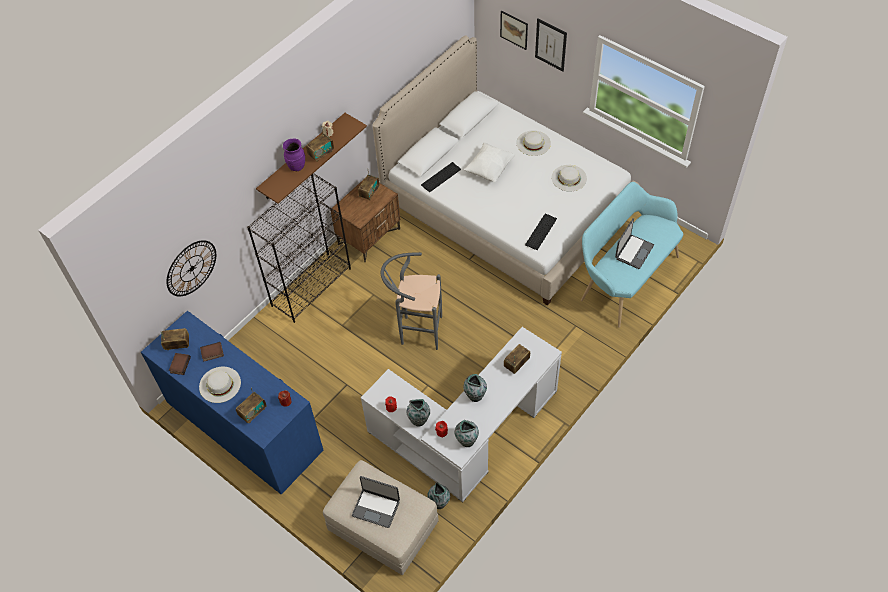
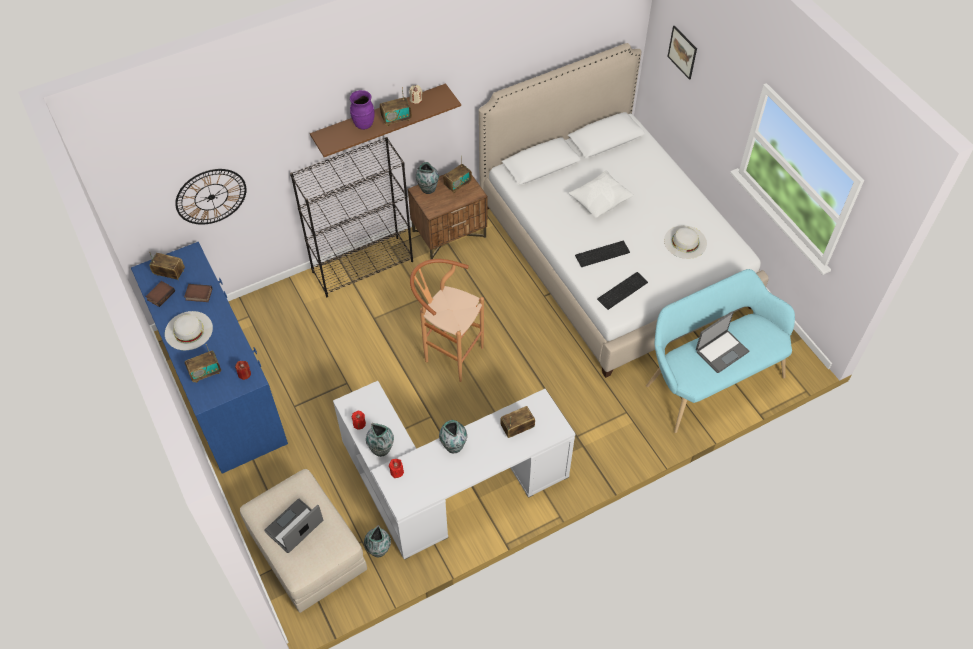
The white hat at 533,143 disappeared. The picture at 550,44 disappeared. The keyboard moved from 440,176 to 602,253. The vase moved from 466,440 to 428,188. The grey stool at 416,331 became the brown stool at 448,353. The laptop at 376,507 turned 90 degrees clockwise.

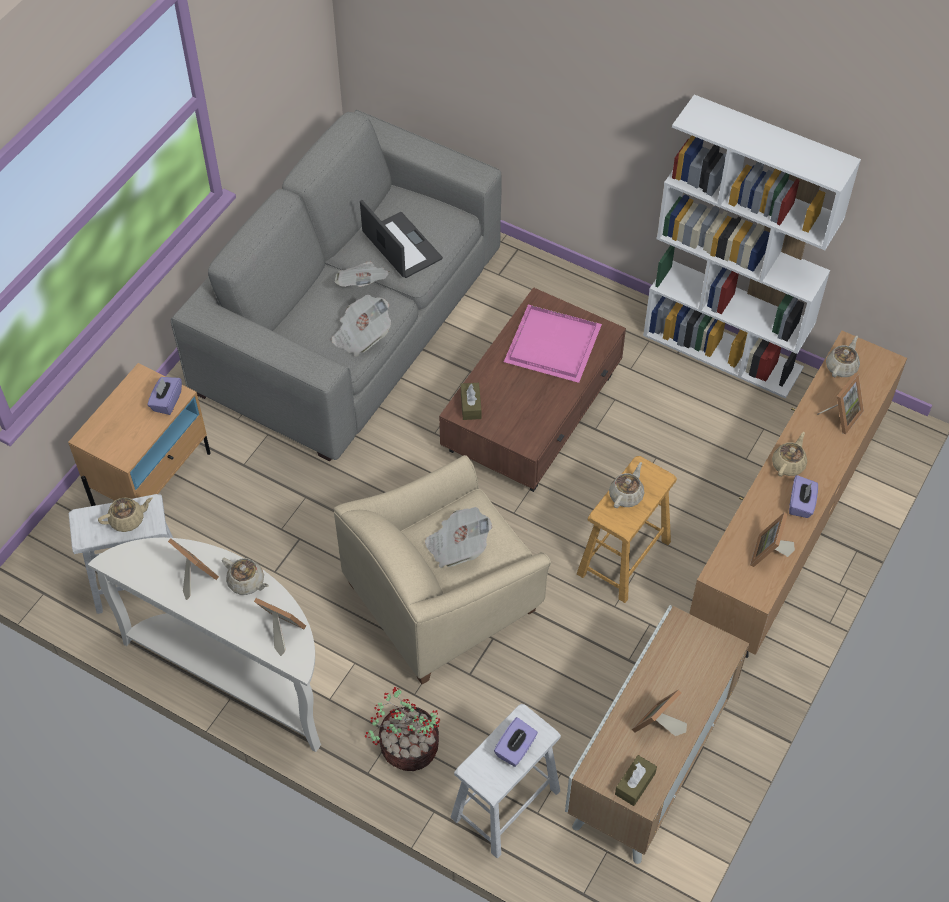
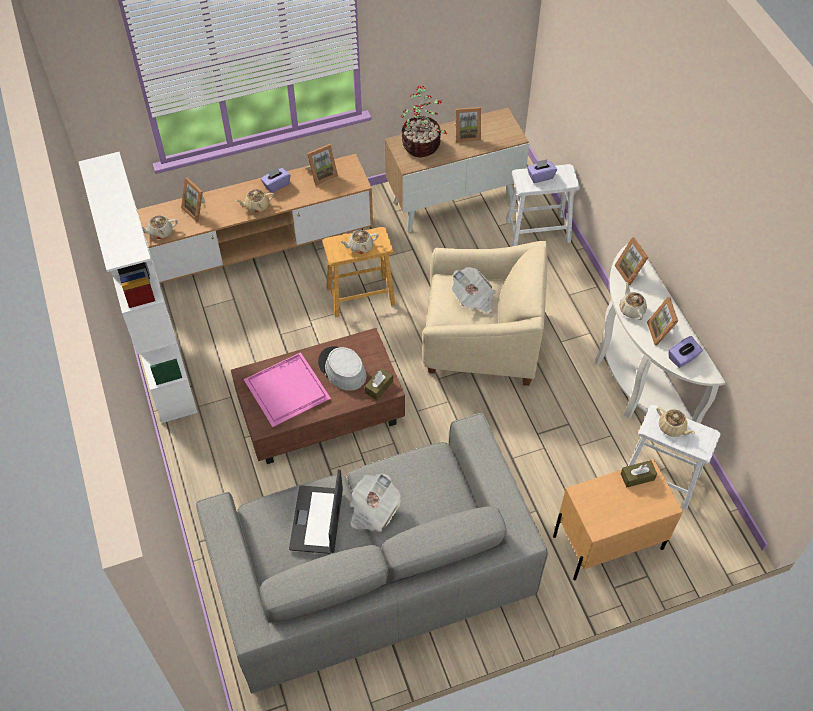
The newspaper at 361,335 disappeared. The grey hat at 342,369 appeared. The purple tissue box moved from 166,402 to 683,358. The potted plant moved from 407,746 to 422,145. The brown tissue box moved from 635,784 to 637,477. The beige teapot at 128,520 turned 150 degrees counterclockwise. The picture frame at 841,416 turned 120 degrees counterclockwise.

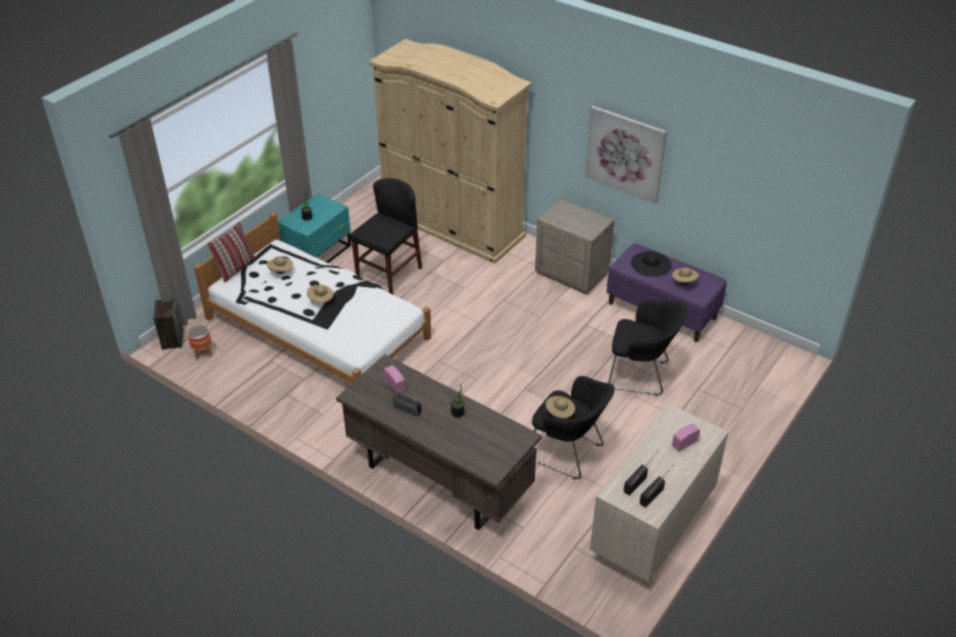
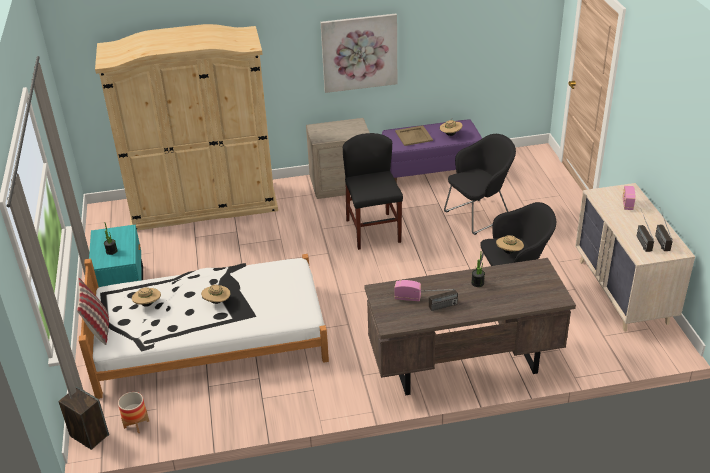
The black chair moved from 389,274 to 373,231. The black hat at 651,264 was replaced by the beige tray at 414,136.

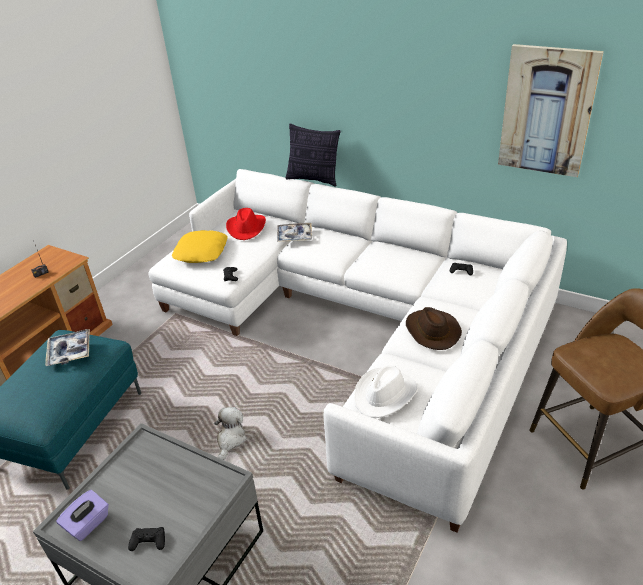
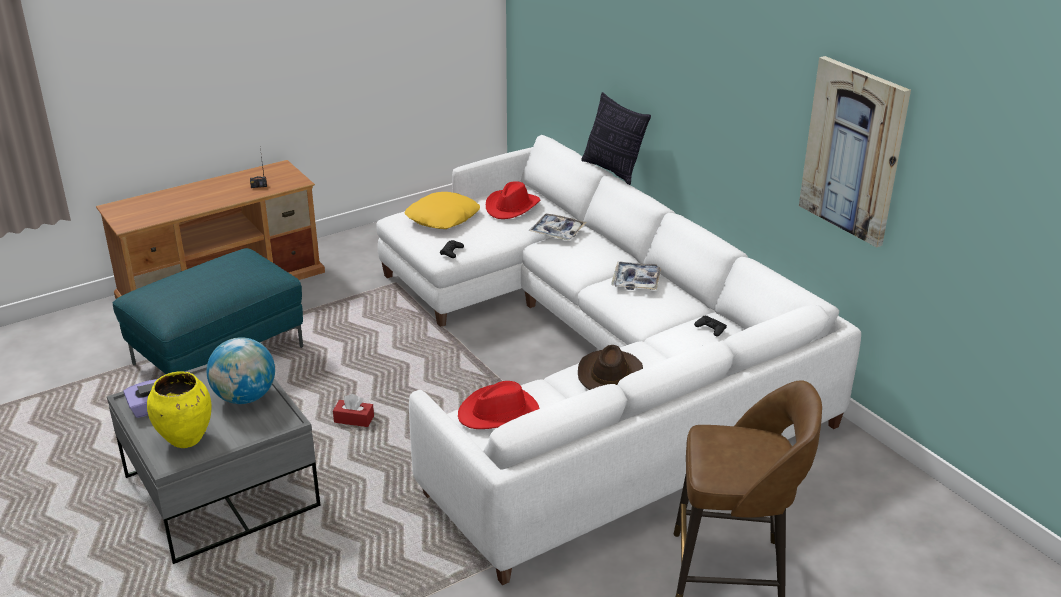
The globe at 245,397 appeared. The tray moved from 70,351 to 636,281. The black game controller at 148,541 was replaced by the yellow vase at 186,439. The plush toy at 230,440 was replaced by the red tissue box at 354,419. The white hat at 385,394 became the red hat at 499,413.

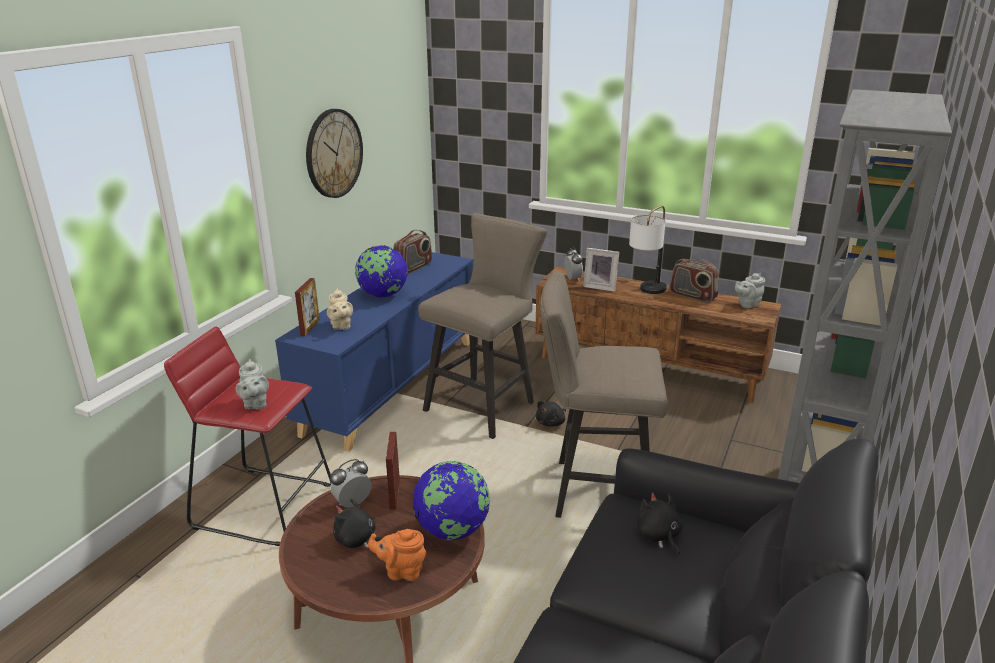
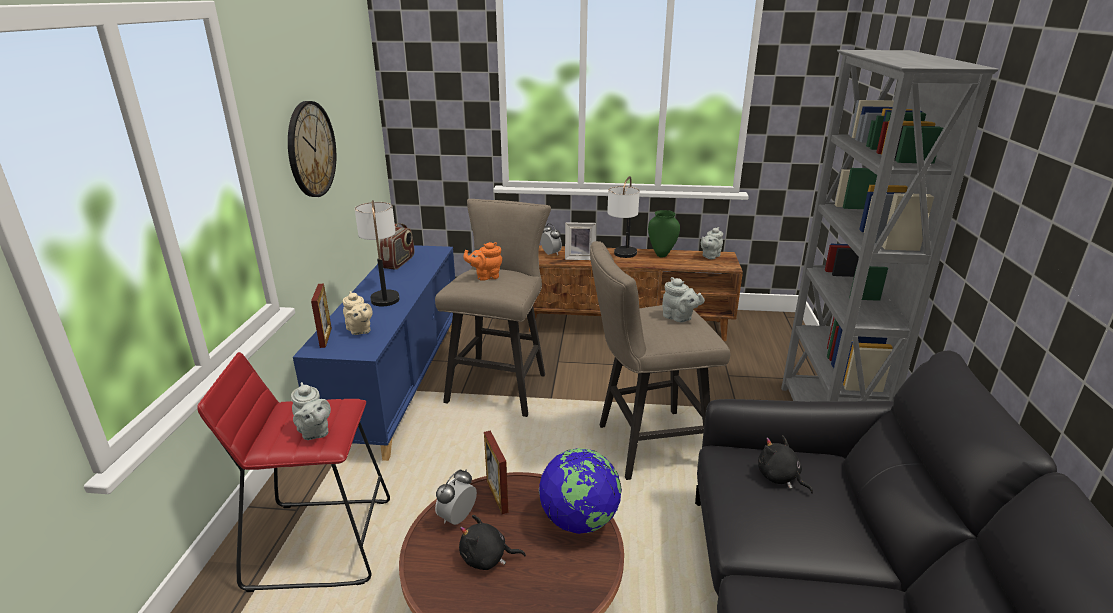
The black plush toy at 551,423 disappeared. The grey teapot at 679,318 appeared. The orange teapot moved from 402,571 to 486,276. The globe at 383,295 was replaced by the table lamp at 384,293. The radio at 692,296 was replaced by the green vase at 662,255.

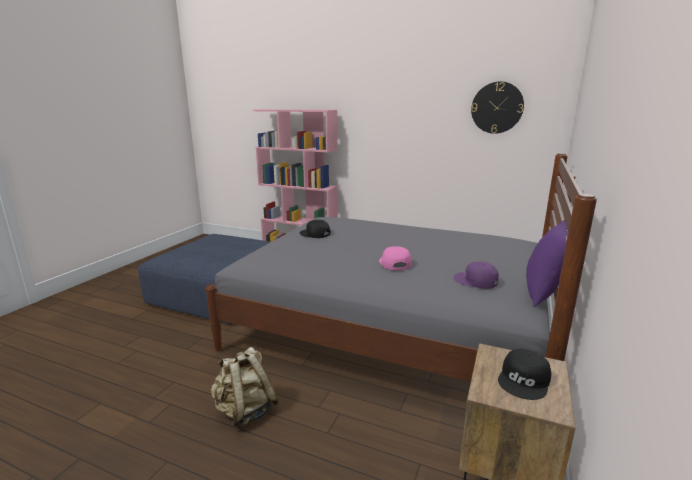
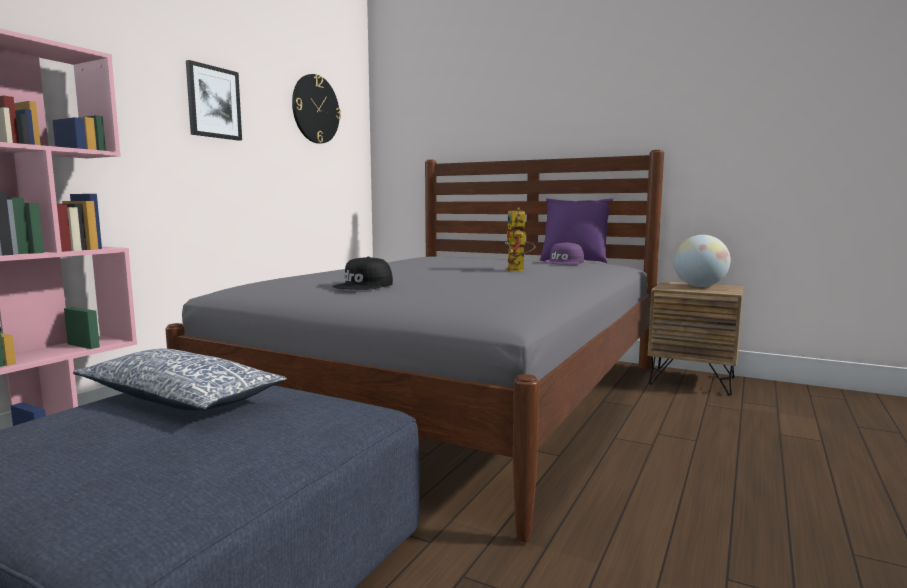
The beige backpack at 245,411 disappeared. The pillow at 180,398 appeared. The picture at 213,102 appeared. The pink cap at 394,263 was replaced by the toy robot at 518,270. The black cap at 524,380 was replaced by the globe at 699,286.

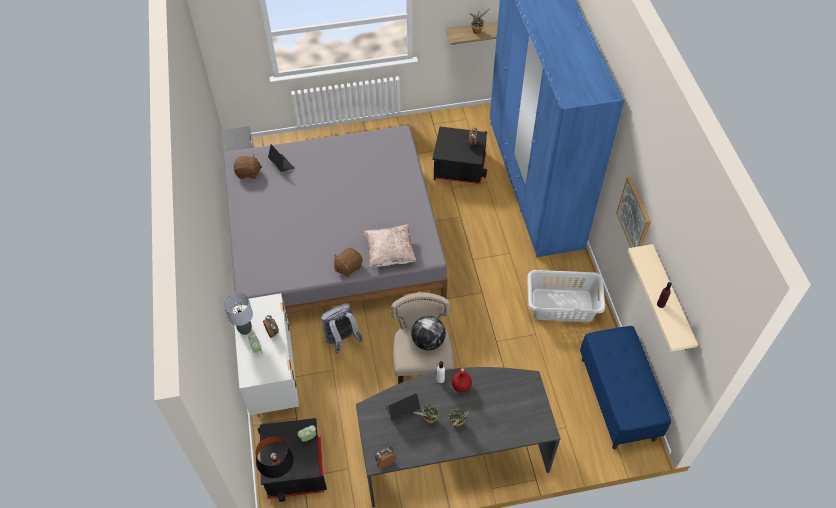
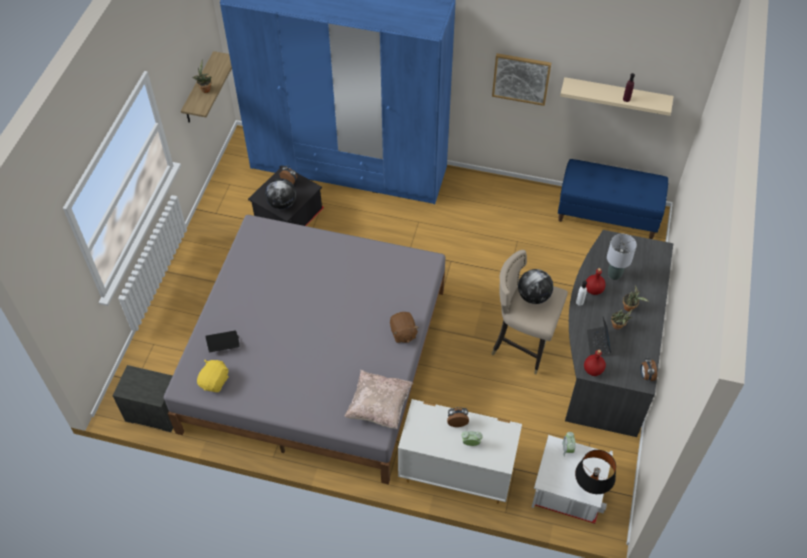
The grey backpack at 342,340 disappeared. The grey laundry basket at 562,306 disappeared. The globe at 282,204 appeared. The red bottle at 593,370 appeared. The grey table lamp moved from 245,330 to 614,275. The beige pillow moved from 390,253 to 379,407. The brown plush toy at 248,173 became the yellow plush toy at 215,381. The black storage box at 295,466 became the white storage box at 568,488.

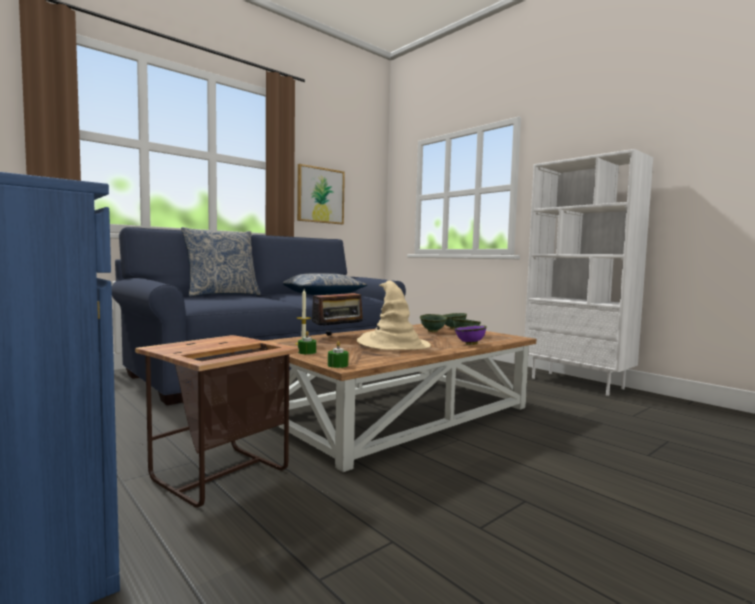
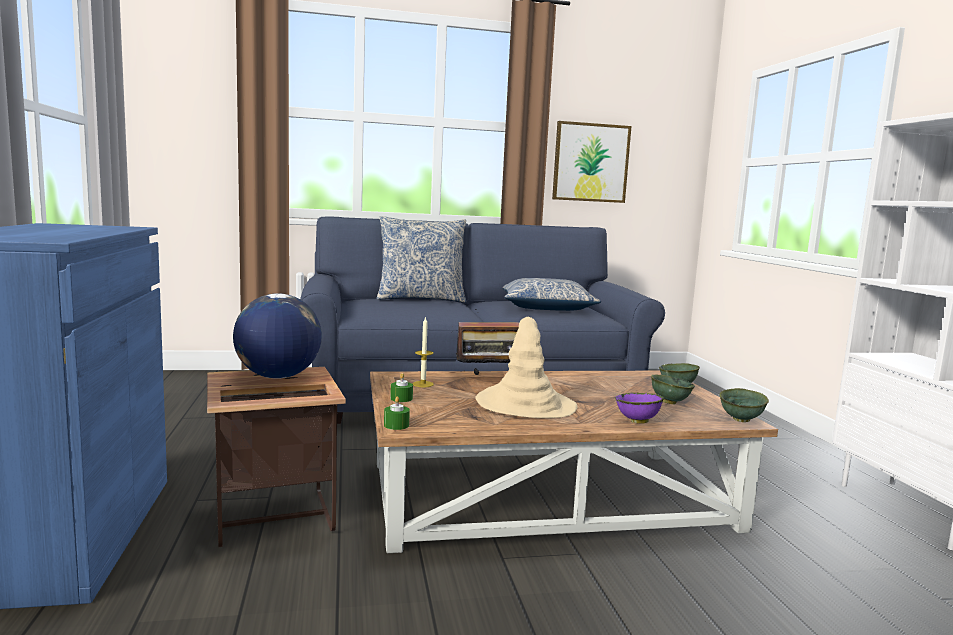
The globe at 277,377 appeared. The green bowl moved from 433,331 to 742,420.

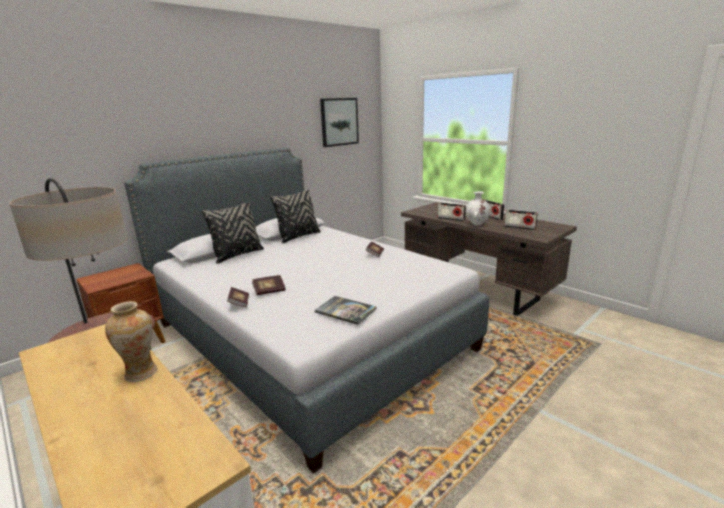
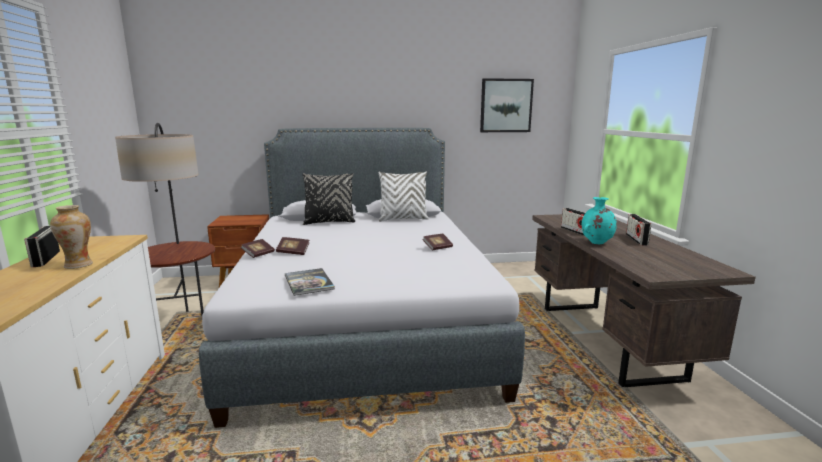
The radio moved from 519,228 to 46,259. The black pillow at 298,237 became the white pillow at 403,219. The white vase at 477,224 became the turquoise vase at 596,243.

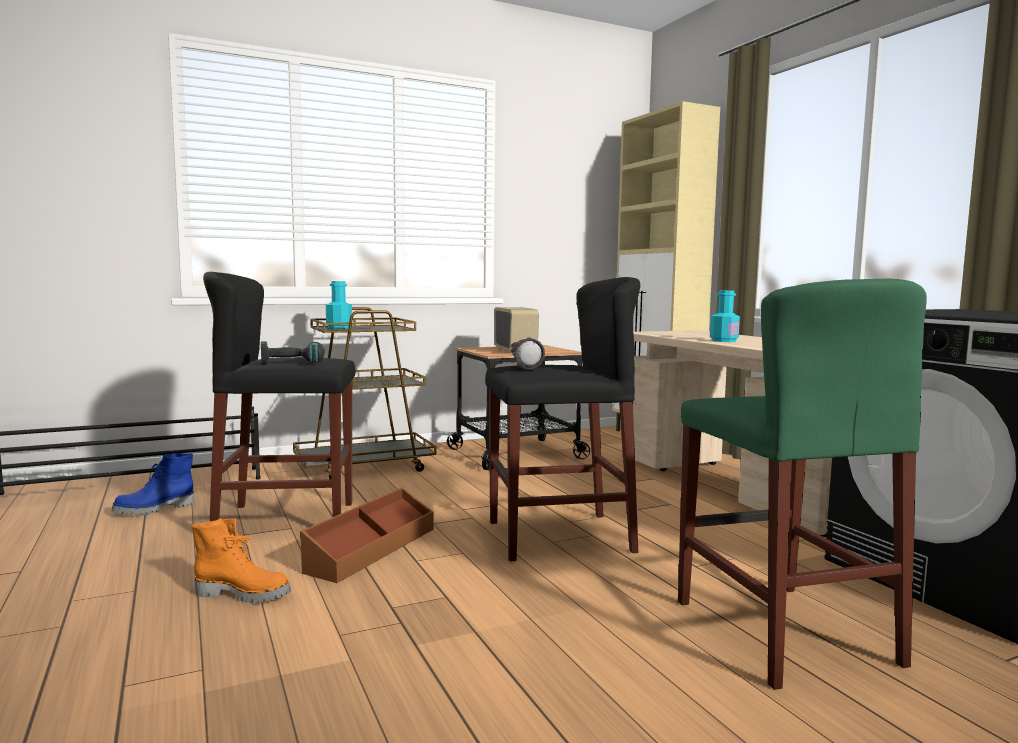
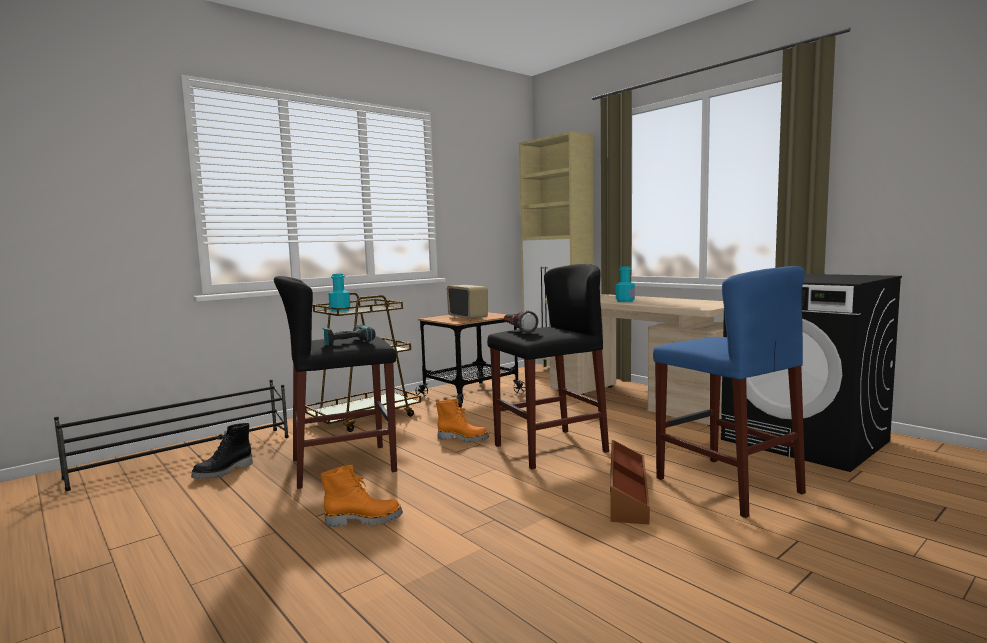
The orange boot at 463,439 appeared. The brown storage box moved from 371,549 to 626,493. The blue boot at 155,509 became the black boot at 224,472. The green stool at 782,631 became the blue stool at 727,485.

